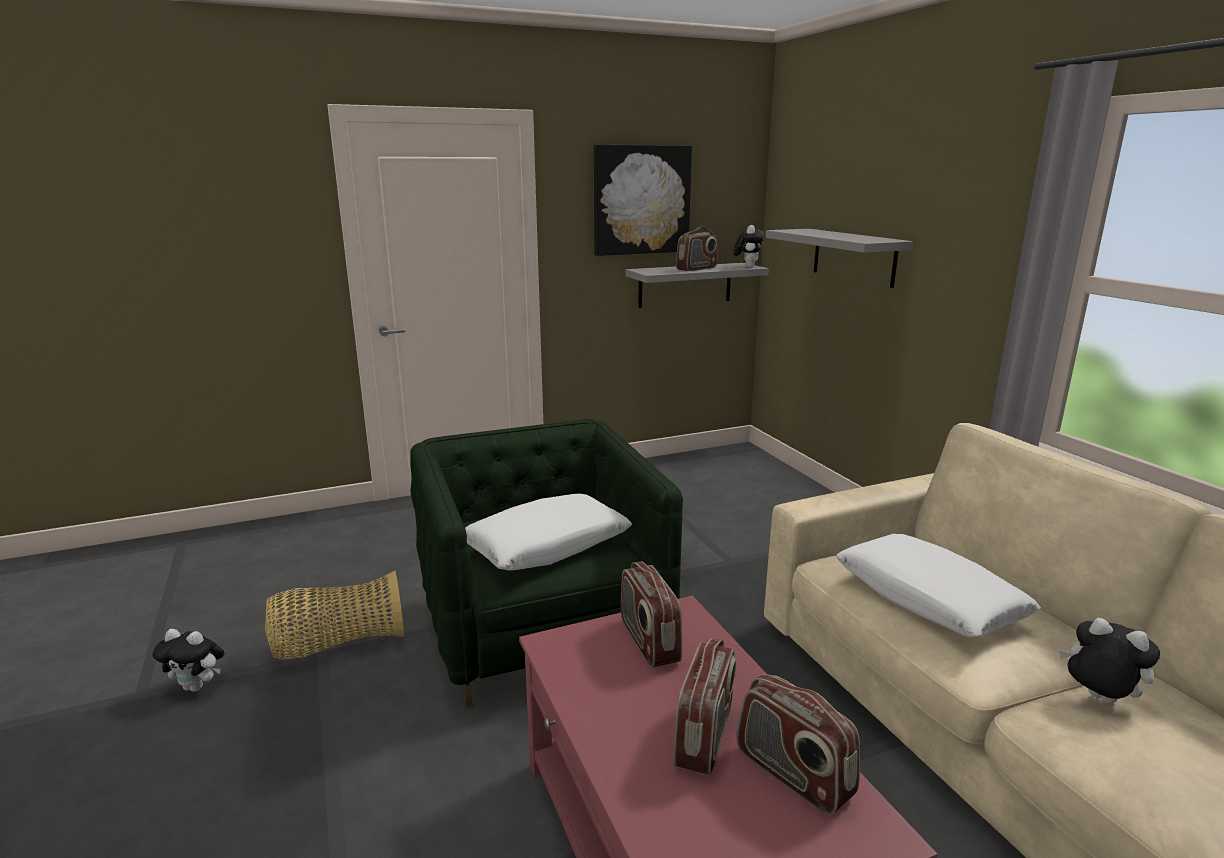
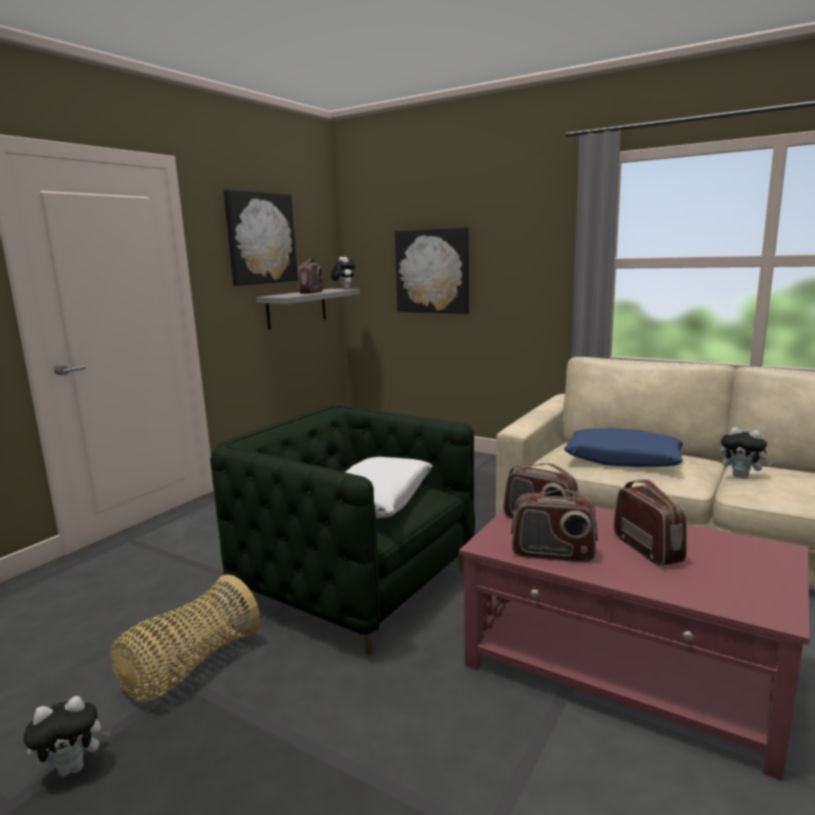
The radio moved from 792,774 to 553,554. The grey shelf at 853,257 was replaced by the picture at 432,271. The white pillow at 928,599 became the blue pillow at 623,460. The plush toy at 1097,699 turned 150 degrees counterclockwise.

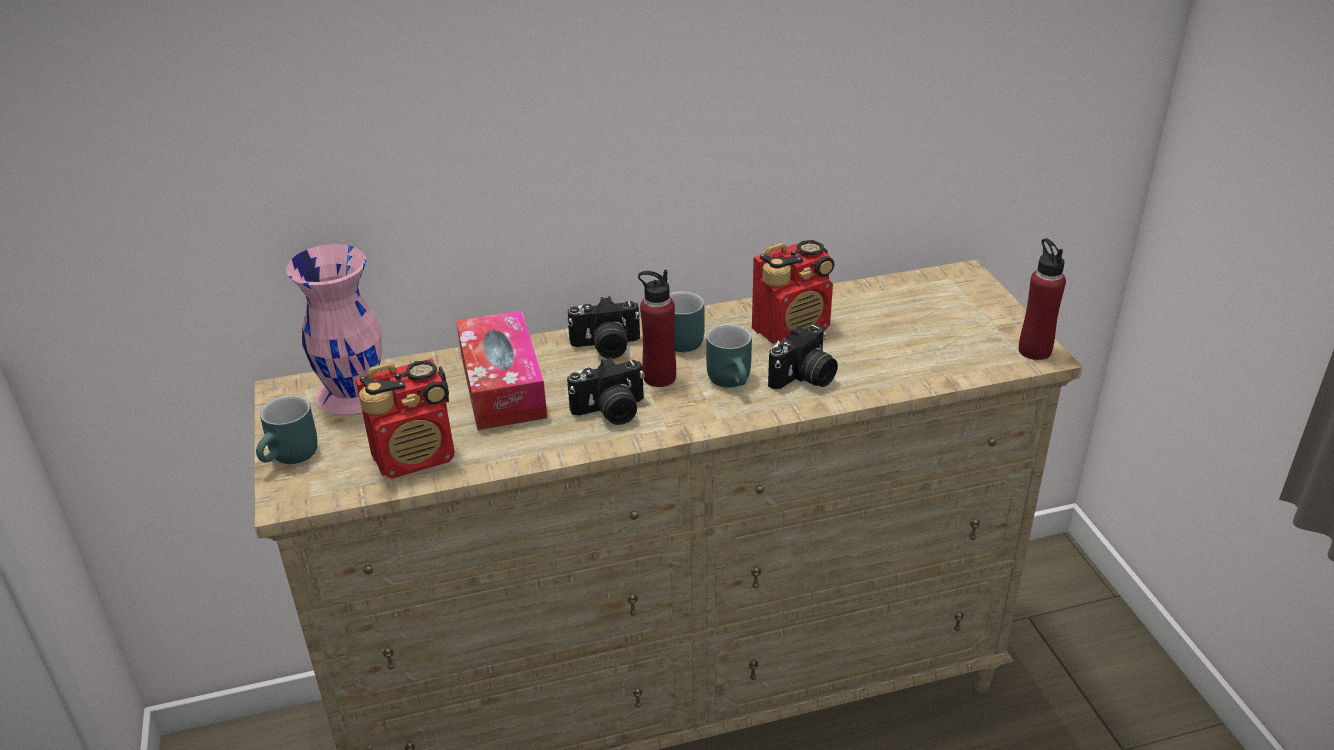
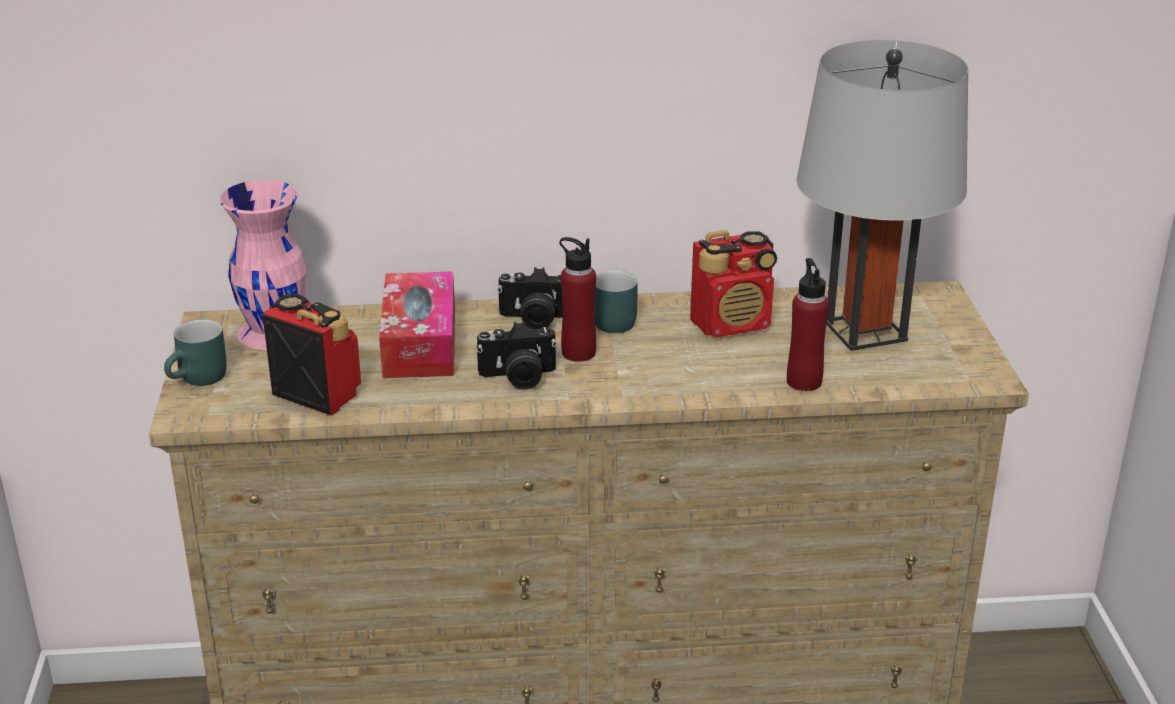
The turquoise mug at 734,380 disappeared. The photo camera at 804,378 disappeared. The grey table lamp at 865,331 appeared. The red bottle moved from 1034,350 to 804,381. The radio at 416,457 turned 135 degrees counterclockwise.

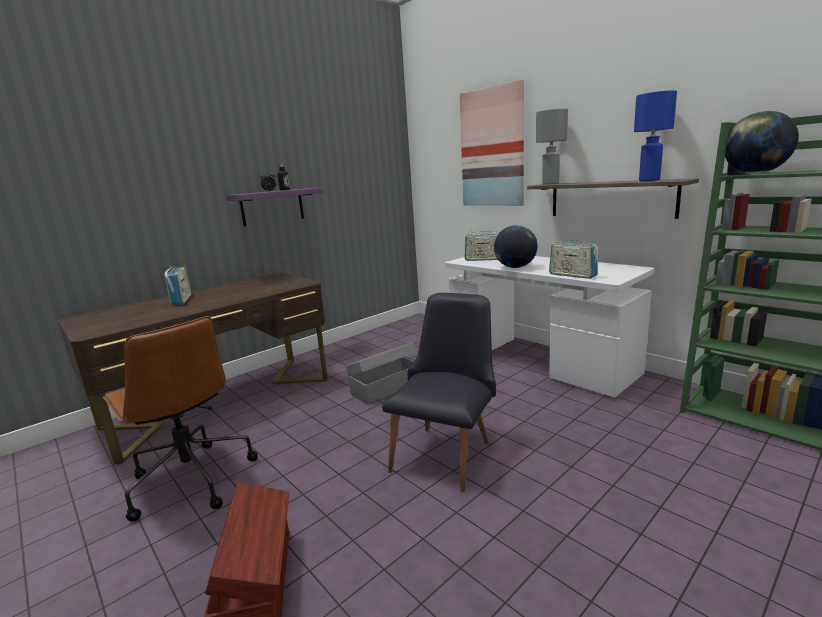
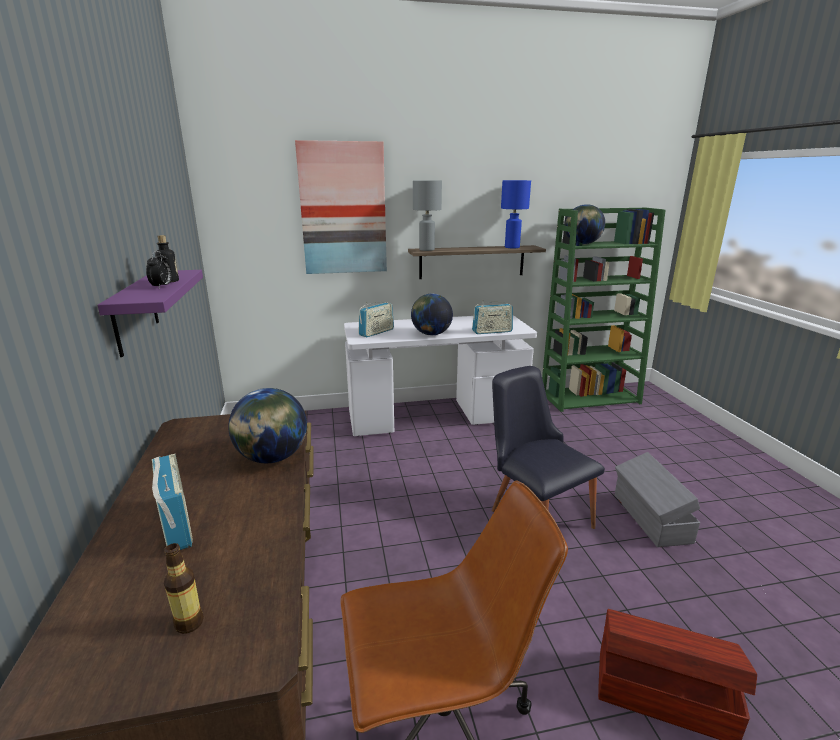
The bottle at 189,623 appeared. The globe at 272,457 appeared. The grey storage box moved from 385,388 to 650,518. The radio at 181,300 turned 45 degrees clockwise.

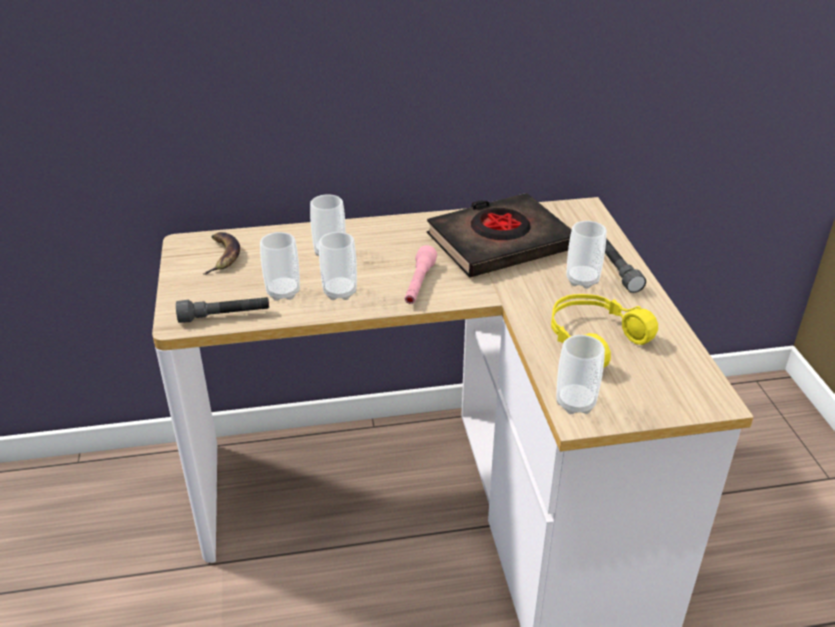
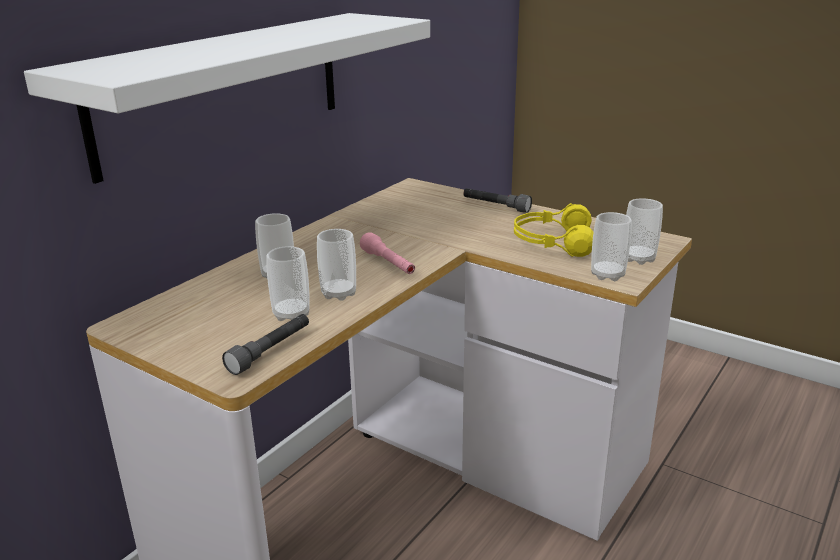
The banana at 222,256 disappeared. The black book at 499,243 disappeared. The white shelf at 224,89 appeared. The cup moved from 582,280 to 638,258.

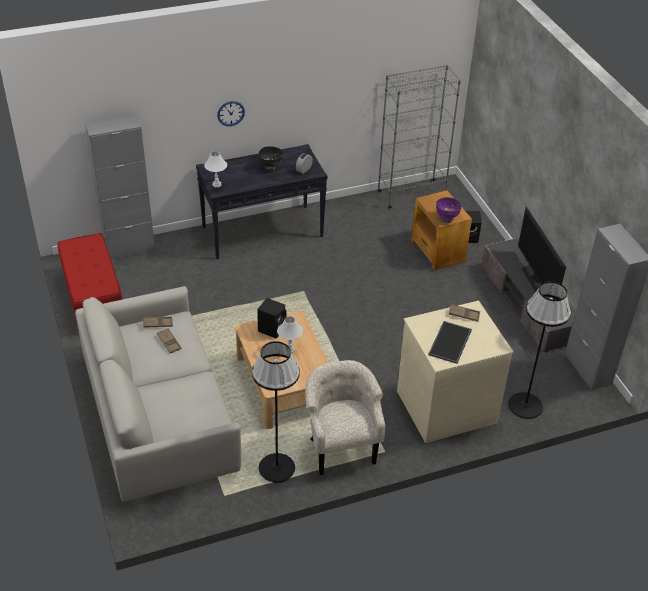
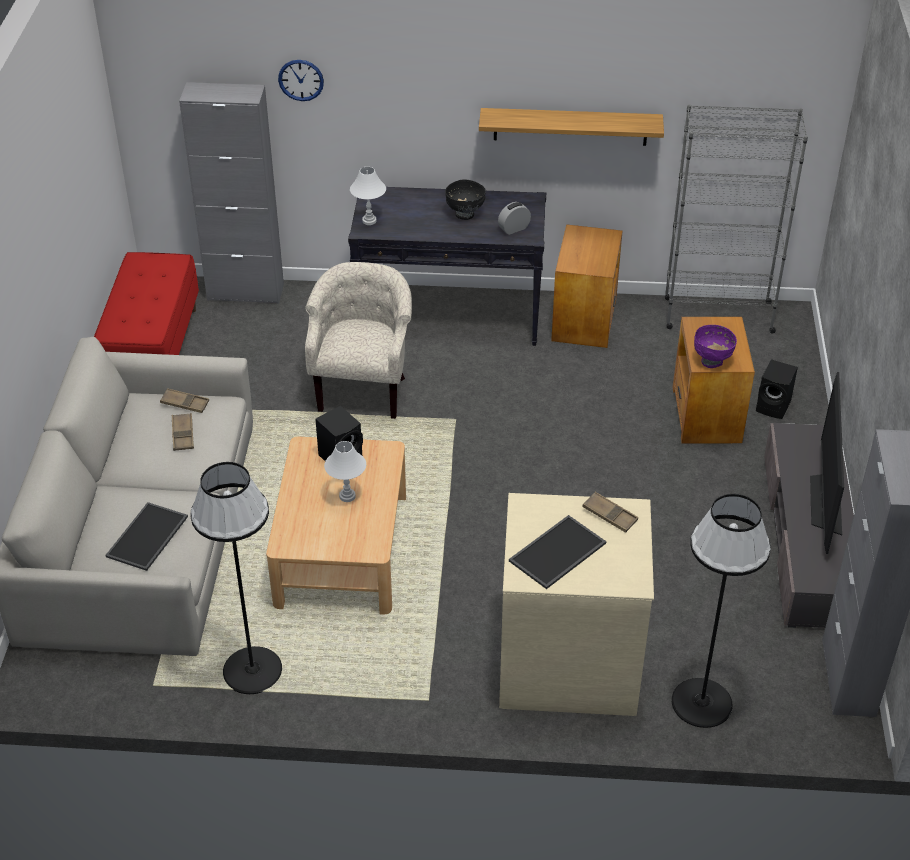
The tray at 148,537 appeared. The shelf at 570,126 appeared. The brown side table at 585,319 appeared. The wall clock moved from 230,113 to 301,80. The beige armchair moved from 340,448 to 364,390.

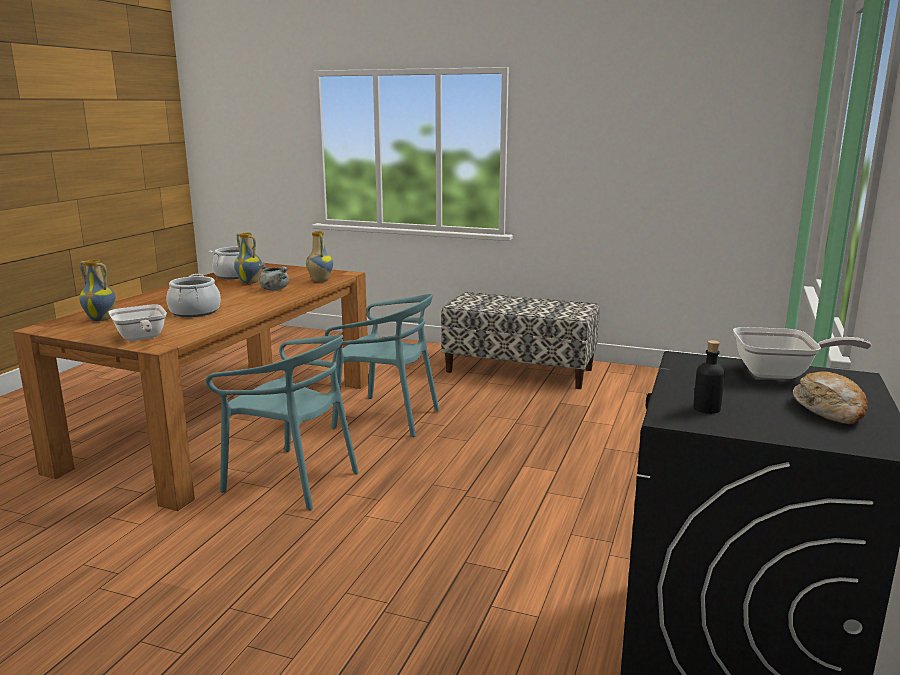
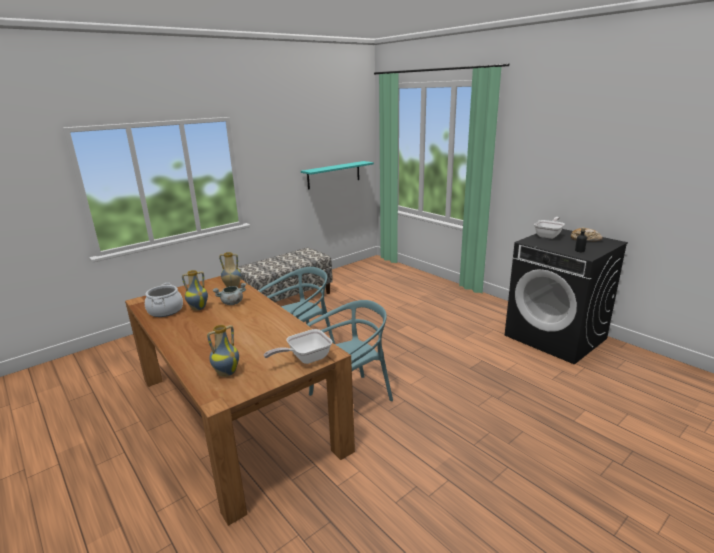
The cooking pot at 195,312 disappeared. The turquoise shelf at 334,175 appeared. The frying pan at 141,338 turned 150 degrees clockwise.

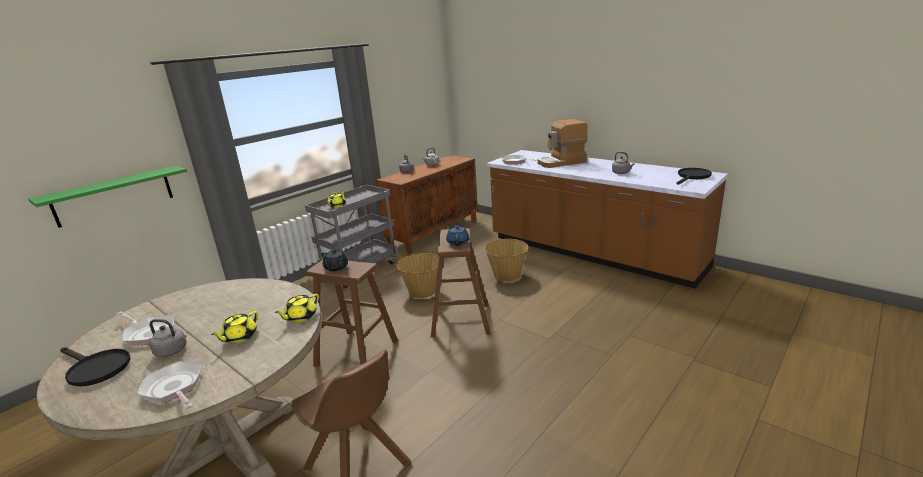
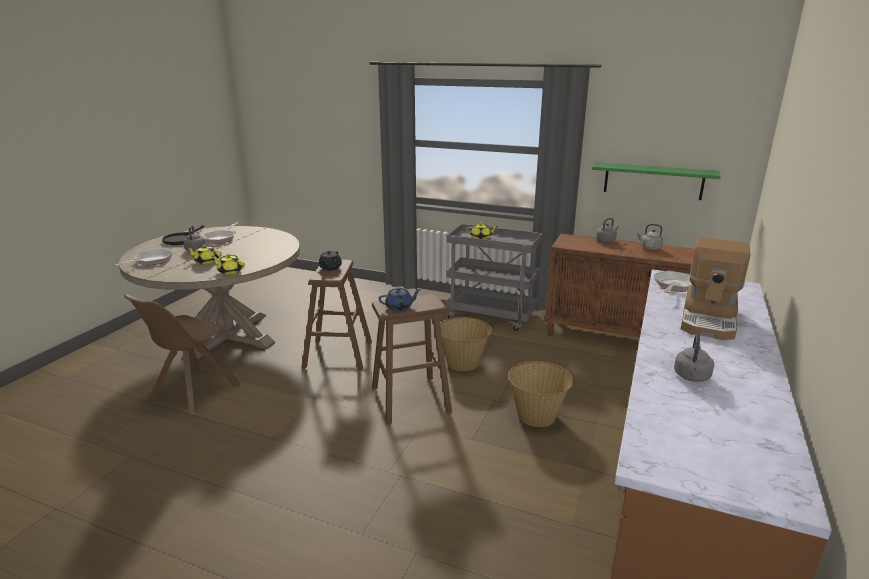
The black frying pan at 692,177 disappeared. The green shelf moved from 114,196 to 653,181. The coffee machine at 561,162 turned 120 degrees counterclockwise.

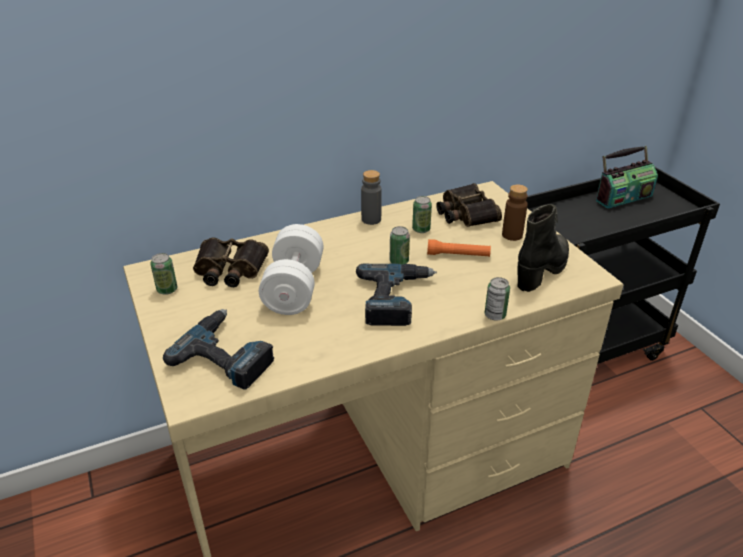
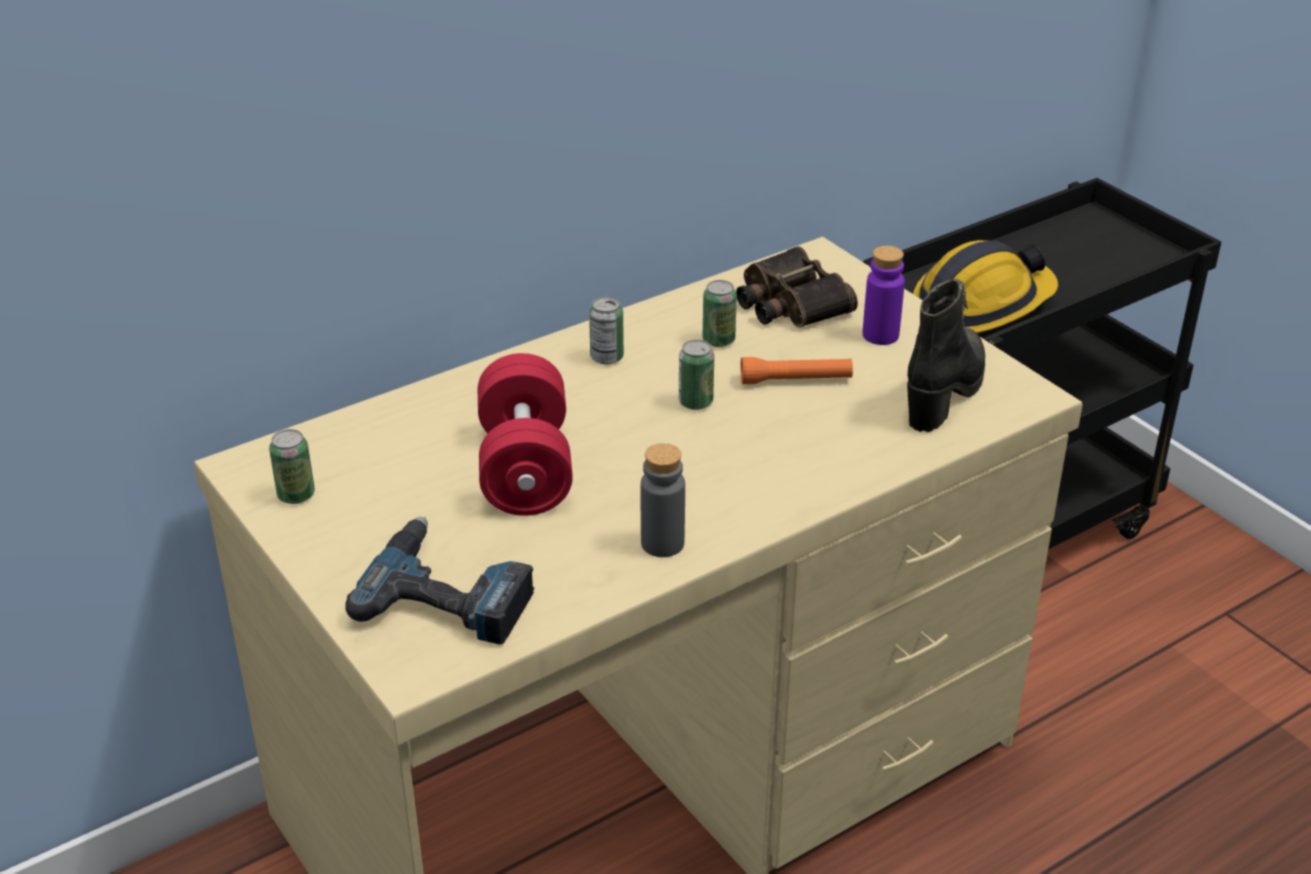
The binoculars at 229,269 disappeared. The power drill at 396,299 disappeared. The radio at 622,197 disappeared. The hard hat at 981,306 appeared. The grey bottle moved from 371,219 to 662,543. The can moved from 495,315 to 607,357. The white dumbbell at 294,288 became the red dumbbell at 525,468. The brown bottle at 512,235 became the purple bottle at 880,335.

